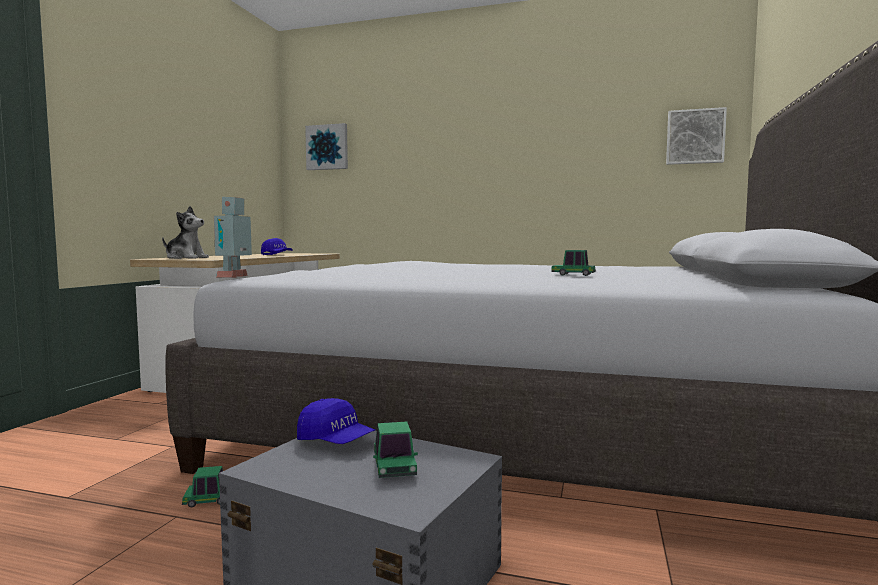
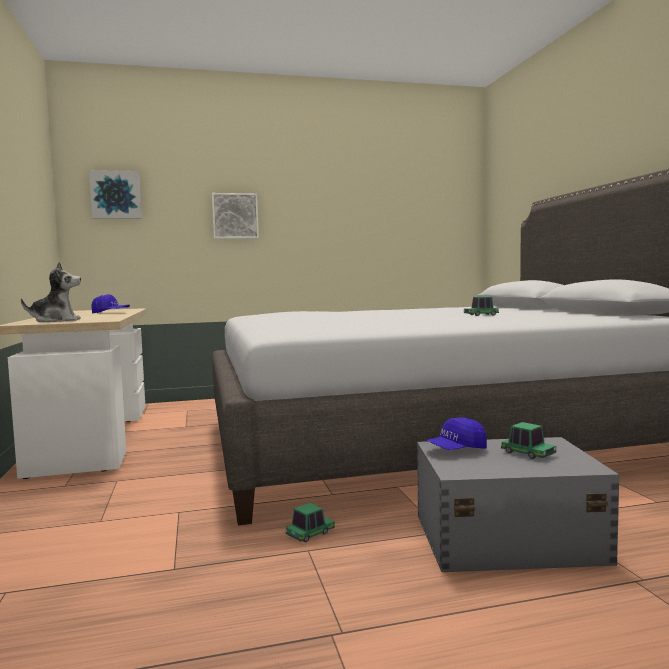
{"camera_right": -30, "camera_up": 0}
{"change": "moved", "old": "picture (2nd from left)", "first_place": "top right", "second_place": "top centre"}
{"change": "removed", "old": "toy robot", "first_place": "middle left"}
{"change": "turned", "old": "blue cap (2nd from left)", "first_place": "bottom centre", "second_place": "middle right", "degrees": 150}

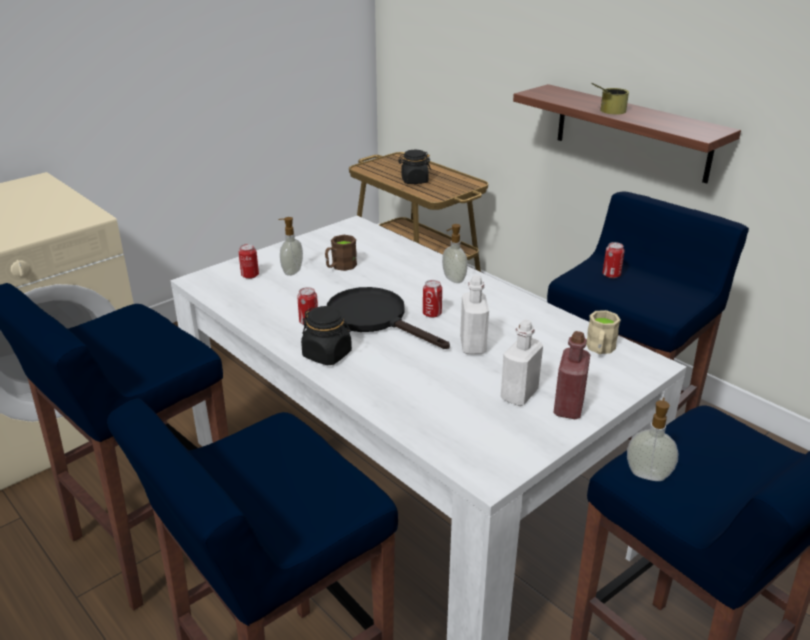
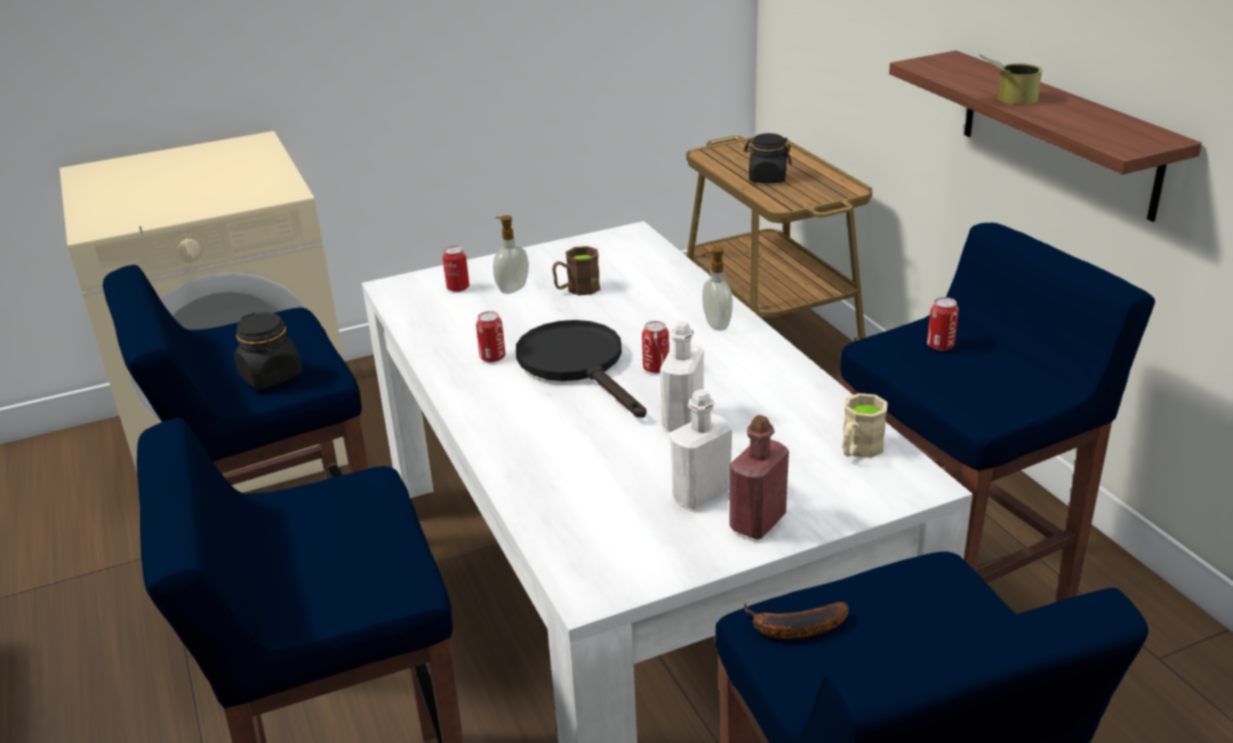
{"camera_right": 20, "camera_up": 0}
{"change": "moved", "old": "black jar (1st from left)", "first_place": "centre", "second_place": "middle left"}
{"change": "replaced", "old": "soap dispenser (3rd from left)", "new": "banana", "first_place": "bottom right", "second_place": "bottom centre"}

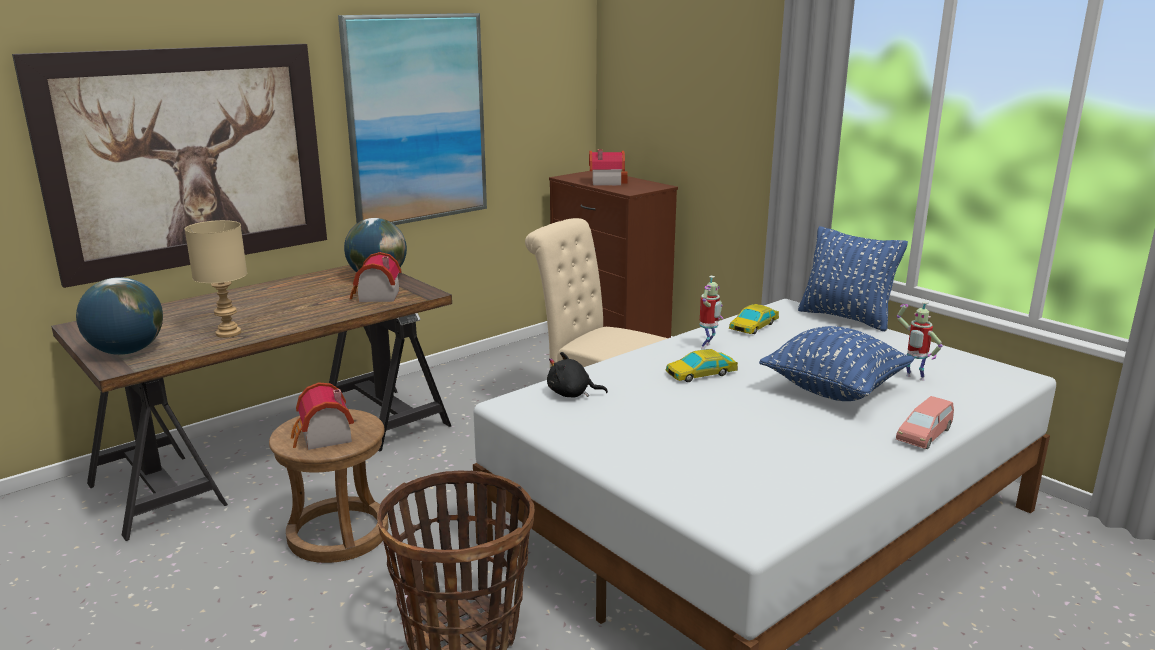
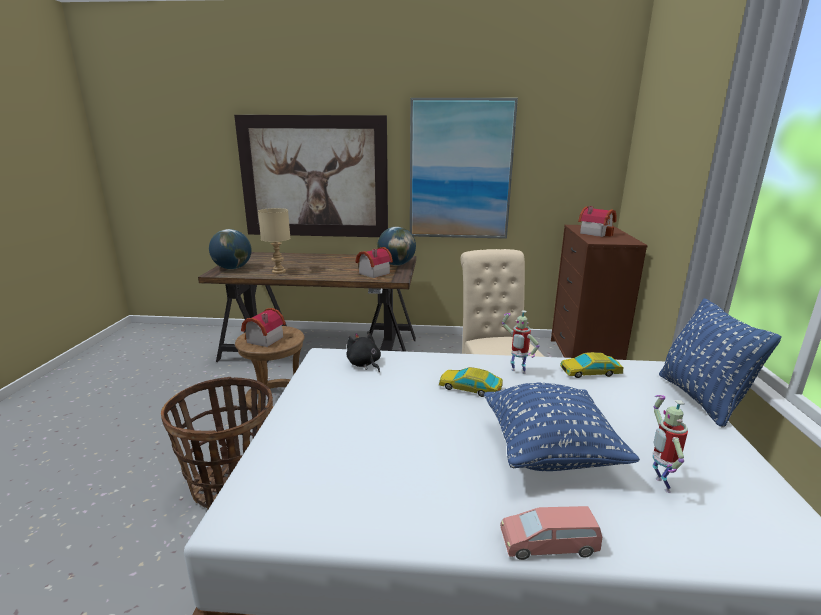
{"camera_right": 45, "camera_up": 0}
{"change": "turned", "old": "toy robot (1st from left)", "first_place": "centre", "second_place": "centre", "degrees": 45}

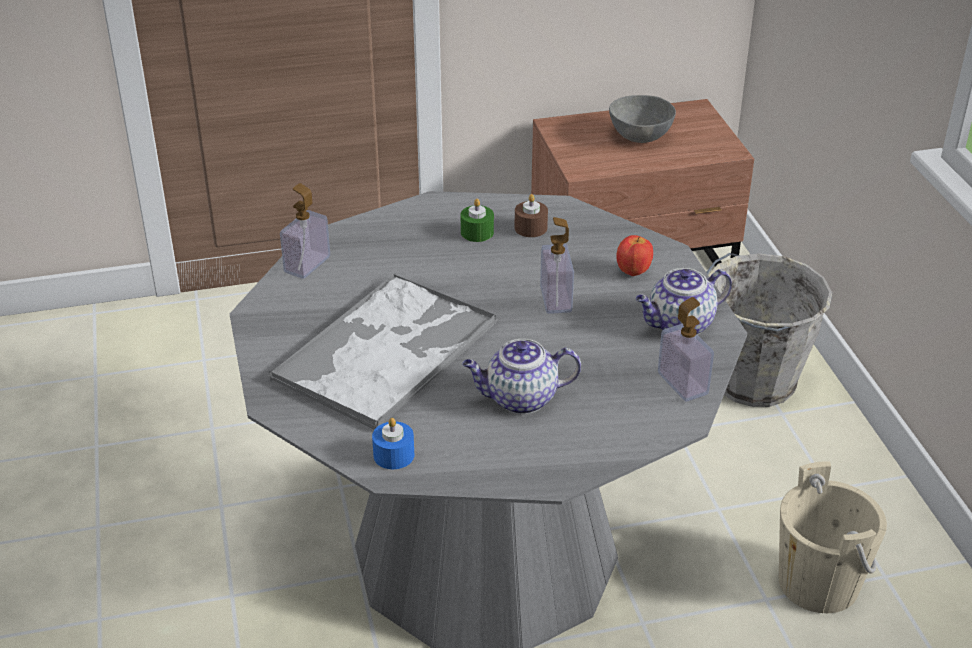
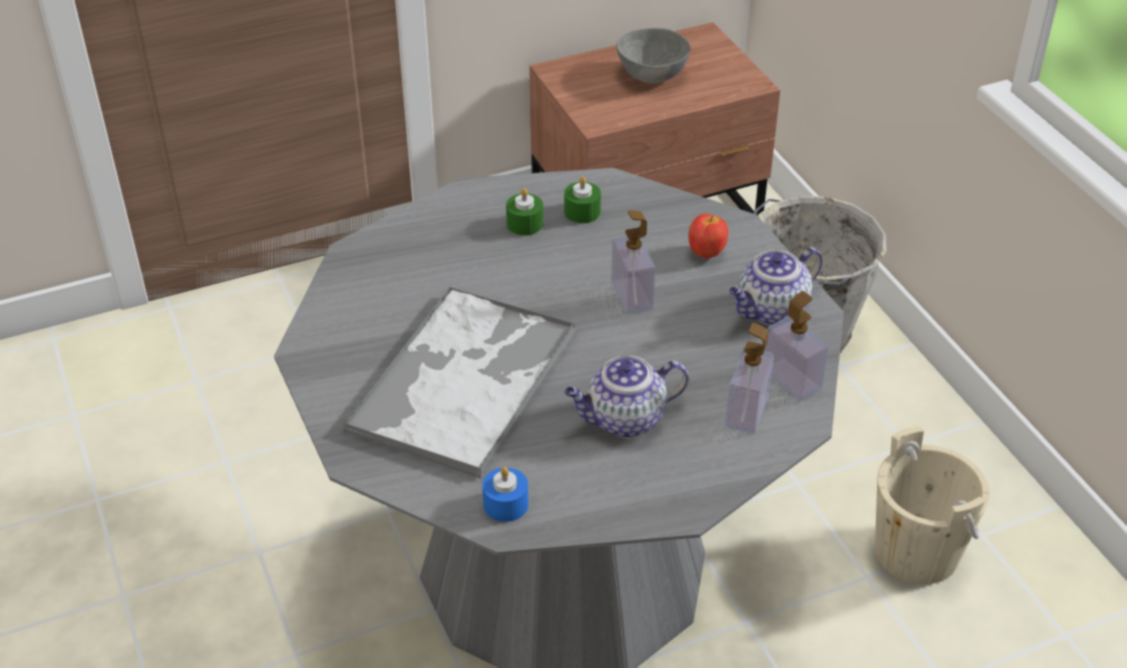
{"camera_right": -10, "camera_up": 5}
{"change": "moved", "old": "soap dispenser (1st from left in the first image)", "new": "soap dispenser (2nd from left)", "first_place": "middle left", "second_place": "centre"}
{"change": "recoloured", "old": "brown candle", "new": "green candle (2nd from left)", "first_place": "top centre", "second_place": "top centre"}

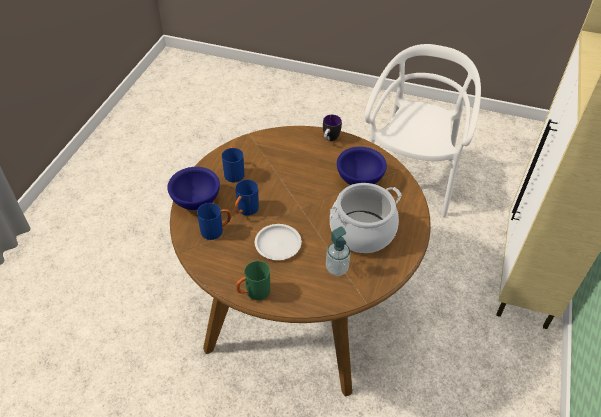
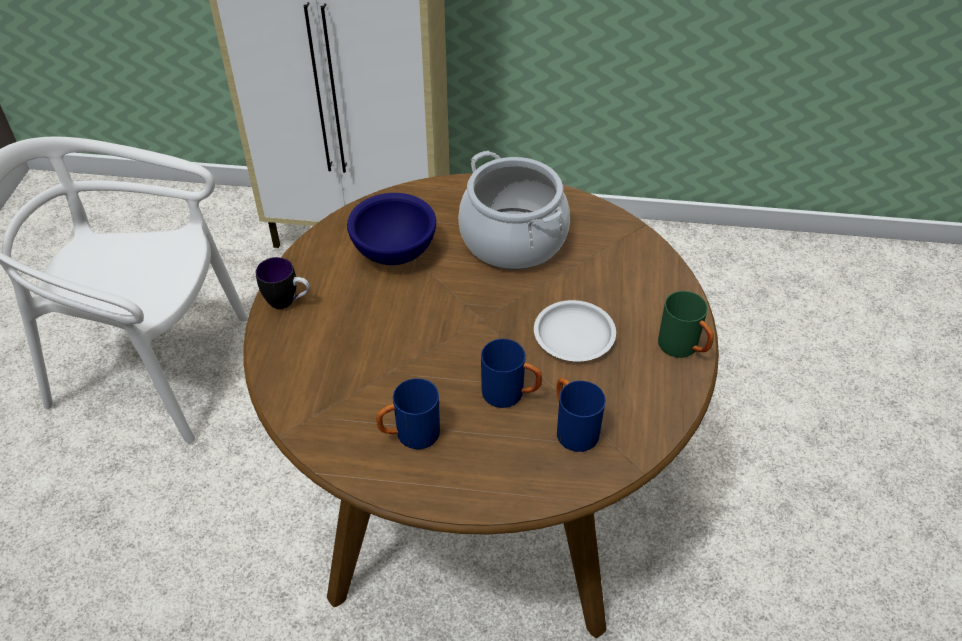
{"camera_right": -100, "camera_up": 0}
{"change": "removed", "old": "blue bowl (1st from left)", "first_place": "middle left"}
{"change": "removed", "old": "soap dispenser", "first_place": "centre"}

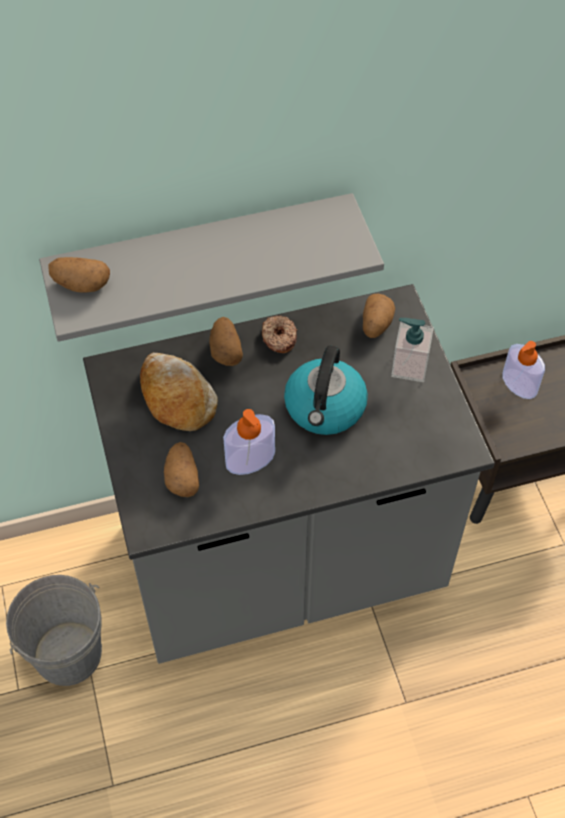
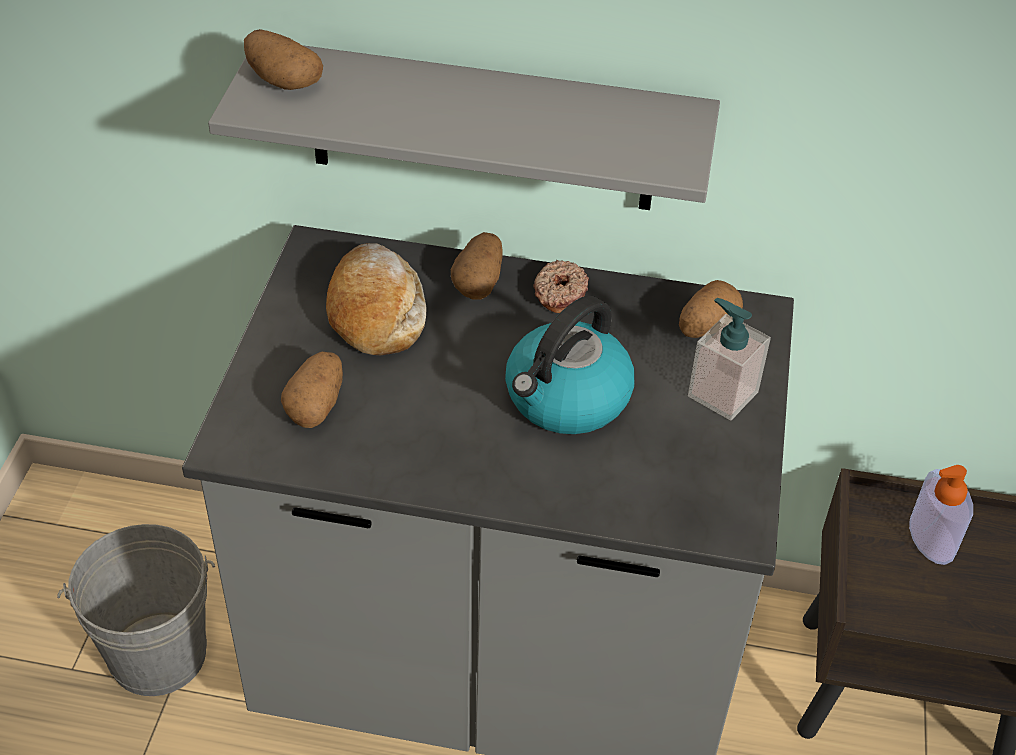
{"camera_right": 25, "camera_up": -10}
{"change": "removed", "old": "soap dispenser (1st from left)", "first_place": "centre"}

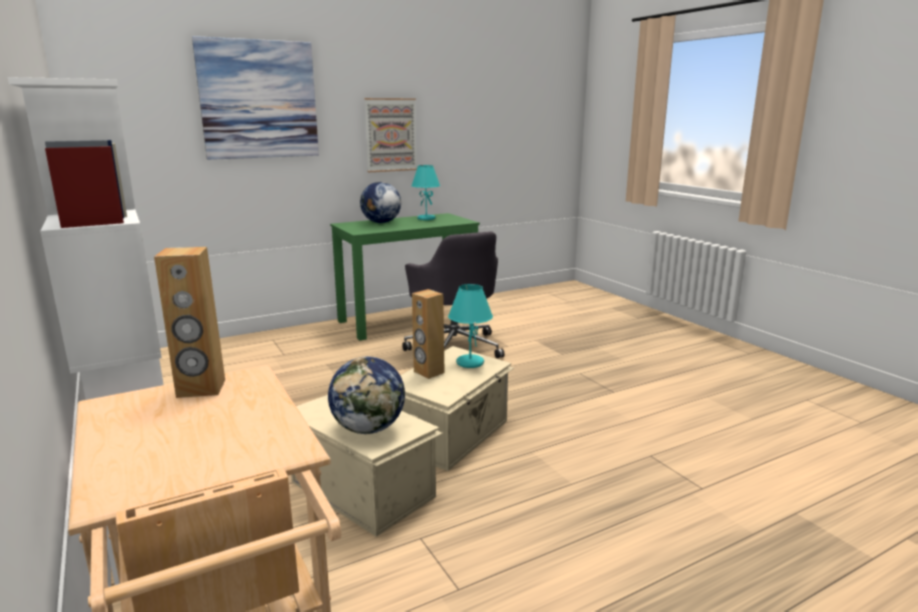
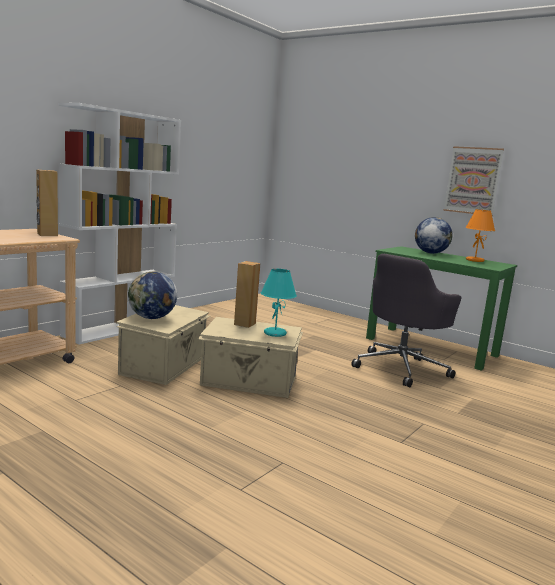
{"camera_right": 65, "camera_up": -5}
{"change": "removed", "old": "picture (1st from left)", "first_place": "top left"}
{"change": "recoloured", "old": "turquoise table lamp (1st from left)", "new": "orange table lamp", "first_place": "top centre", "second_place": "middle right"}

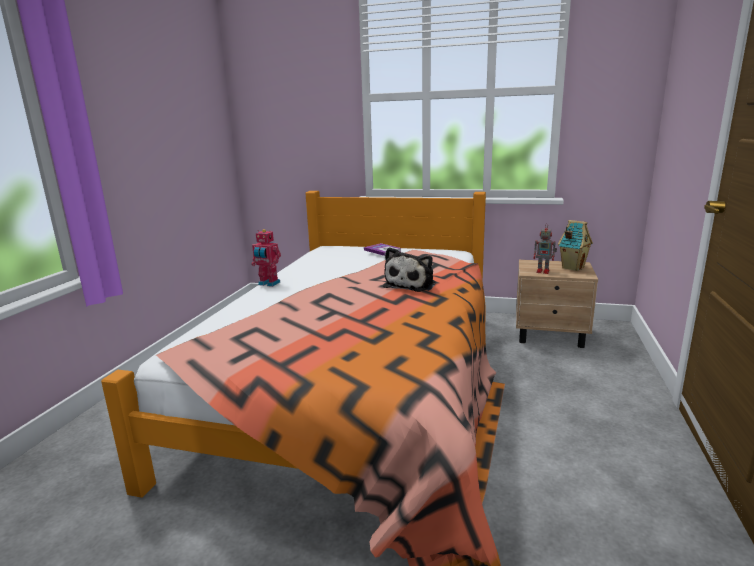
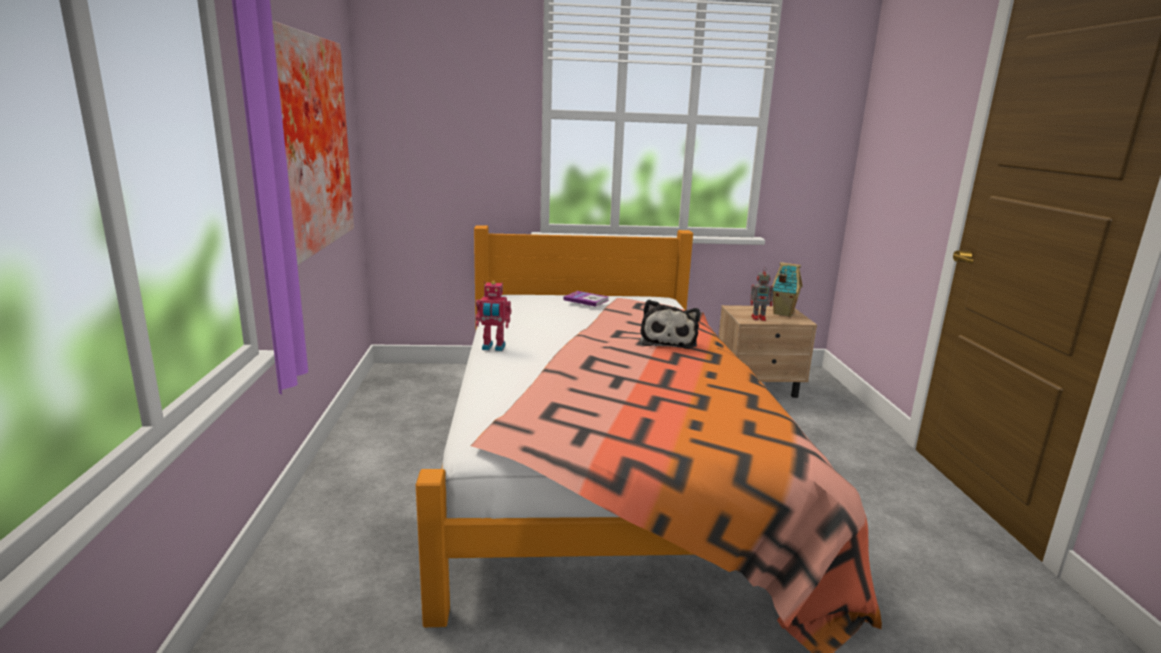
{"camera_right": -20, "camera_up": 0}
{"change": "added", "new": "picture", "second_place": "top left"}

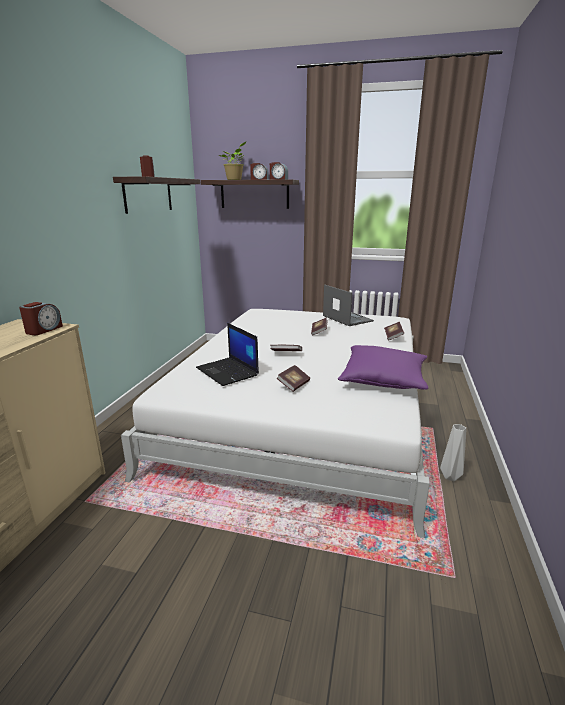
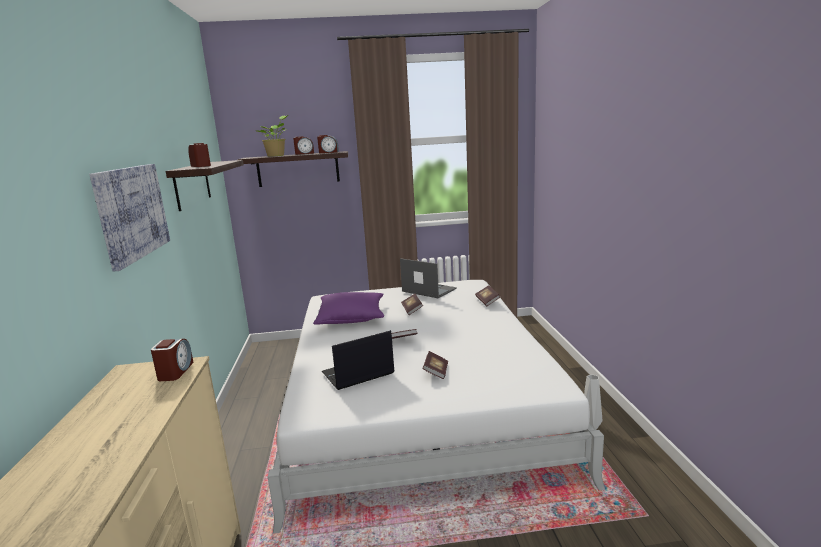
{"camera_right": -20, "camera_up": -5}
{"change": "turned", "old": "laptop (1st from left)", "first_place": "centre", "second_place": "centre", "degrees": 120}
{"change": "moved", "old": "purple pillow", "first_place": "middle right", "second_place": "centre"}
{"change": "added", "new": "picture", "second_place": "middle left"}

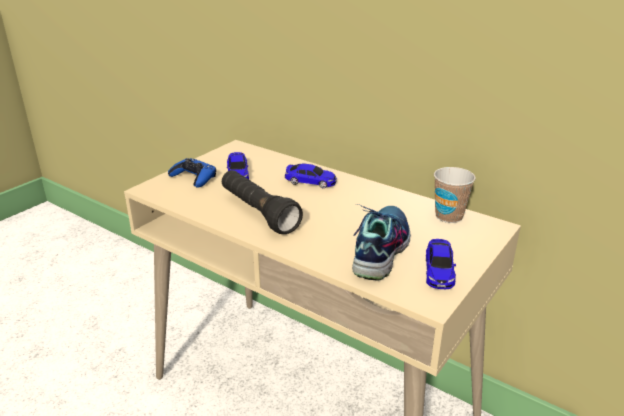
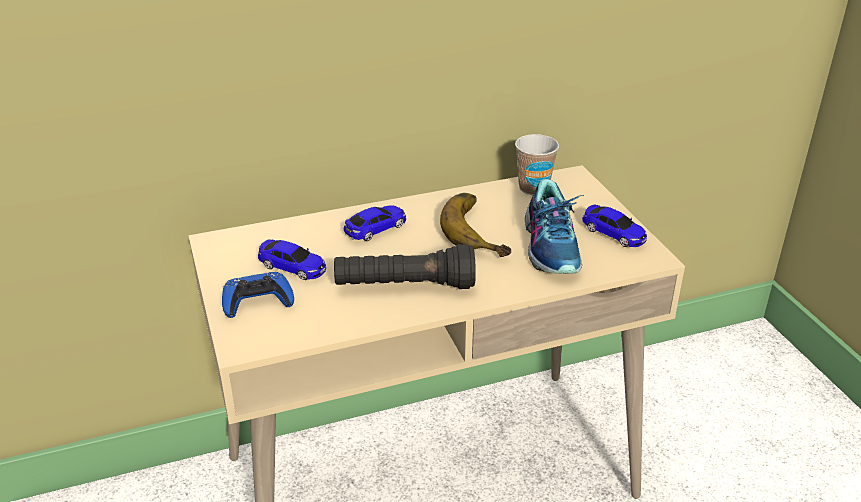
{"camera_right": -55, "camera_up": 5}
{"change": "turned", "old": "shoe", "first_place": "centre", "second_place": "centre", "degrees": -150}
{"change": "added", "new": "banana", "second_place": "centre"}

